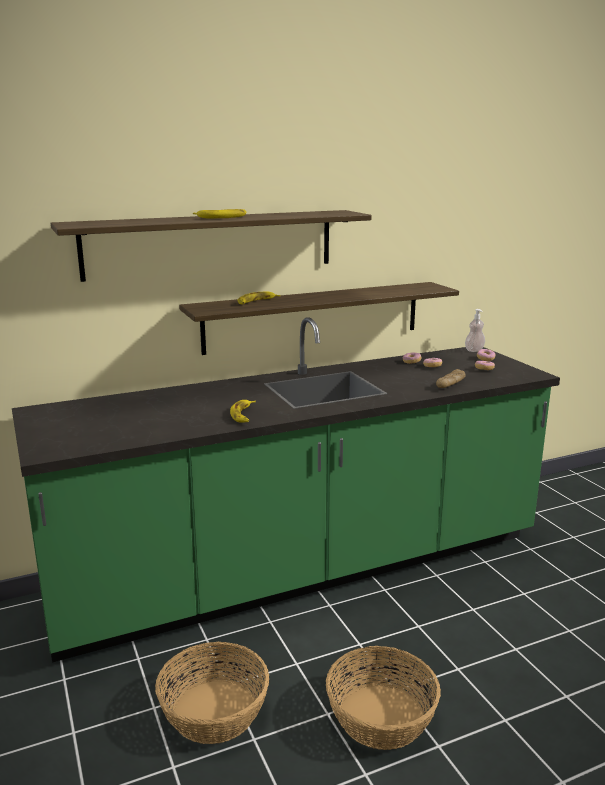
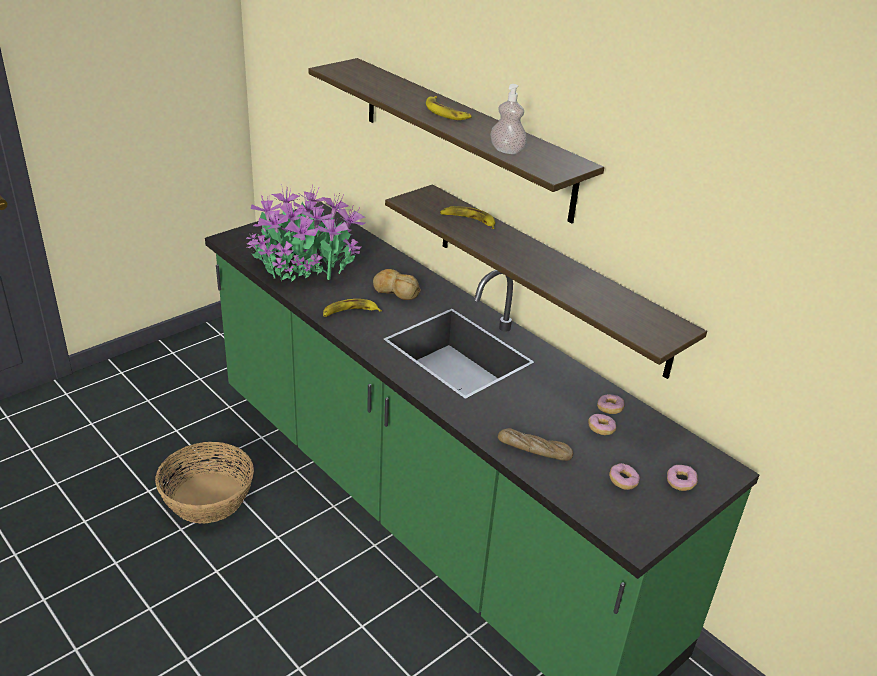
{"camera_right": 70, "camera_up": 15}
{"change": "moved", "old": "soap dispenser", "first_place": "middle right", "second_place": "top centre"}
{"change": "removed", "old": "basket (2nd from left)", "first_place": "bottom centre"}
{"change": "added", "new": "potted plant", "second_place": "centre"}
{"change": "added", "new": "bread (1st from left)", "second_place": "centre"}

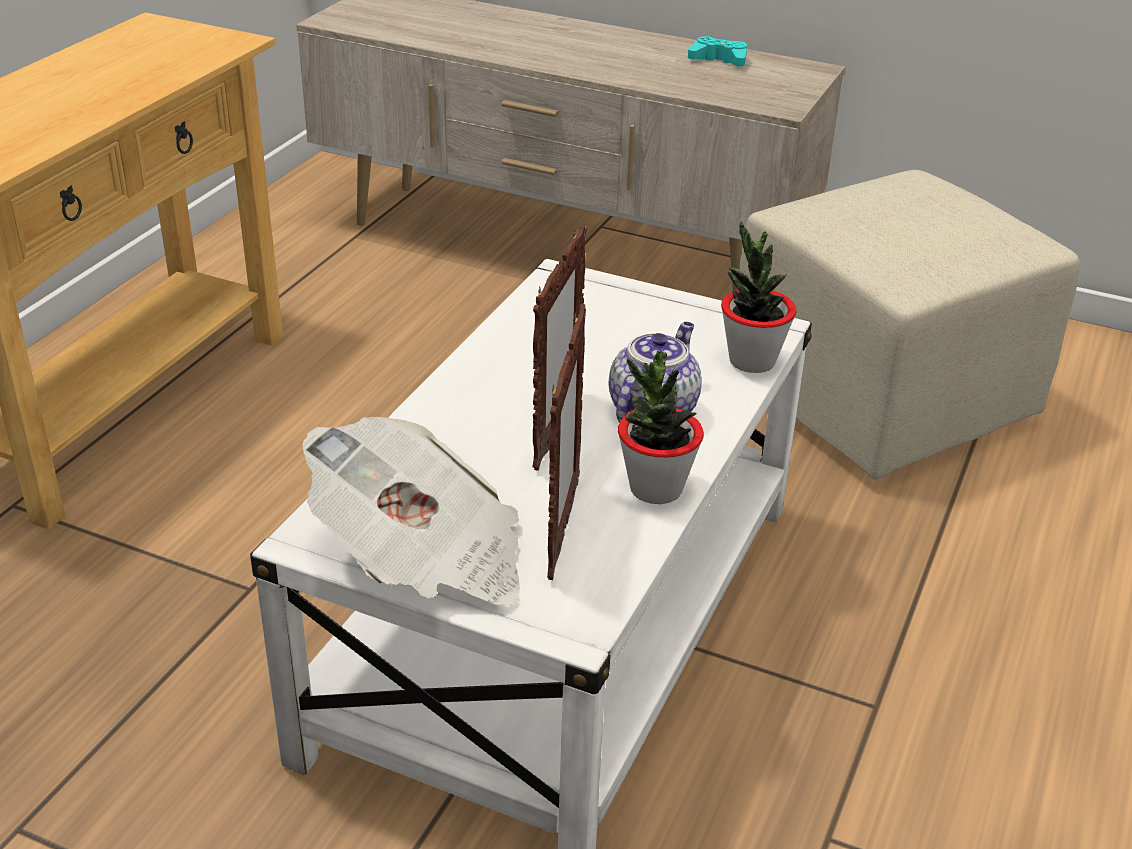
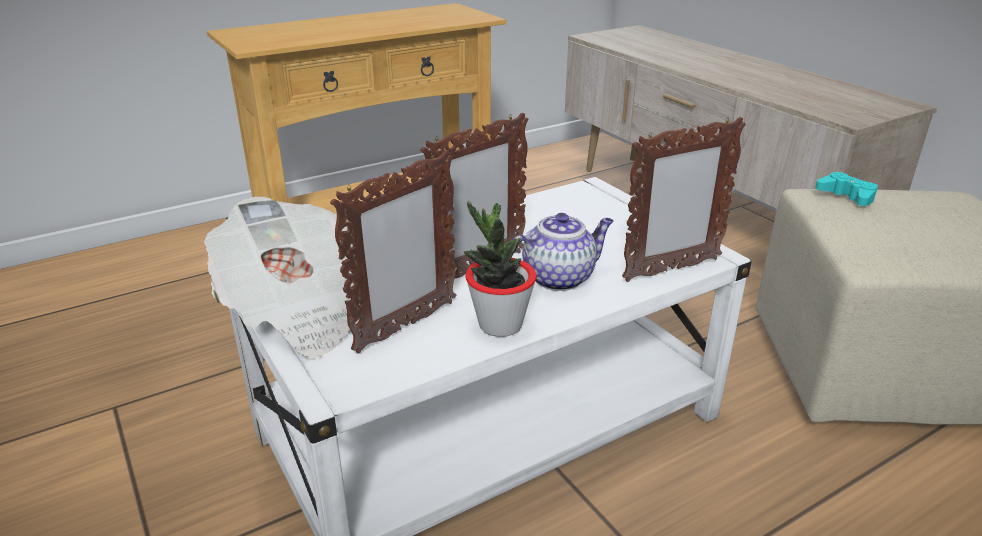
{"camera_right": 35, "camera_up": -5}
{"change": "moved", "old": "turquoise game controller", "first_place": "top centre", "second_place": "middle right"}
{"change": "replaced", "old": "potted plant (2nd from left)", "new": "picture frame (3rd from left)", "first_place": "middle right", "second_place": "middle right"}

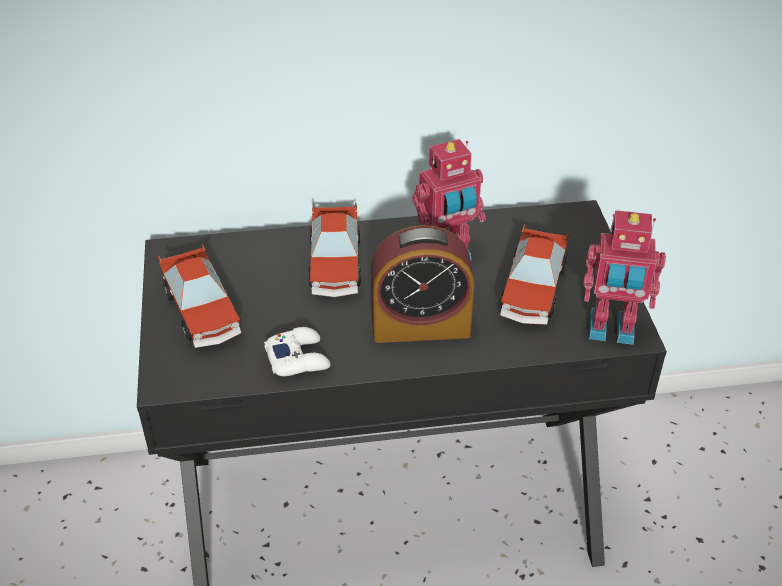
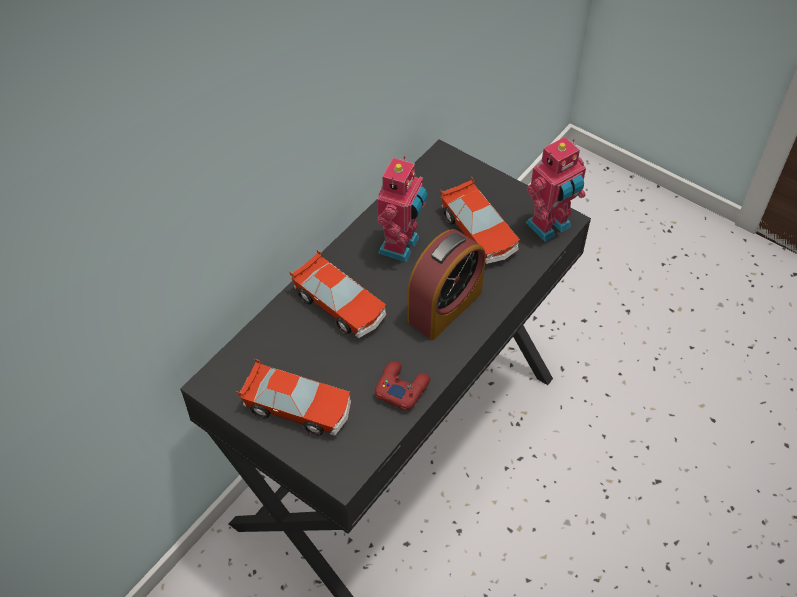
{"camera_right": -45, "camera_up": 10}
{"change": "recoloured", "old": "white game controller", "new": "red game controller", "first_place": "centre", "second_place": "centre"}

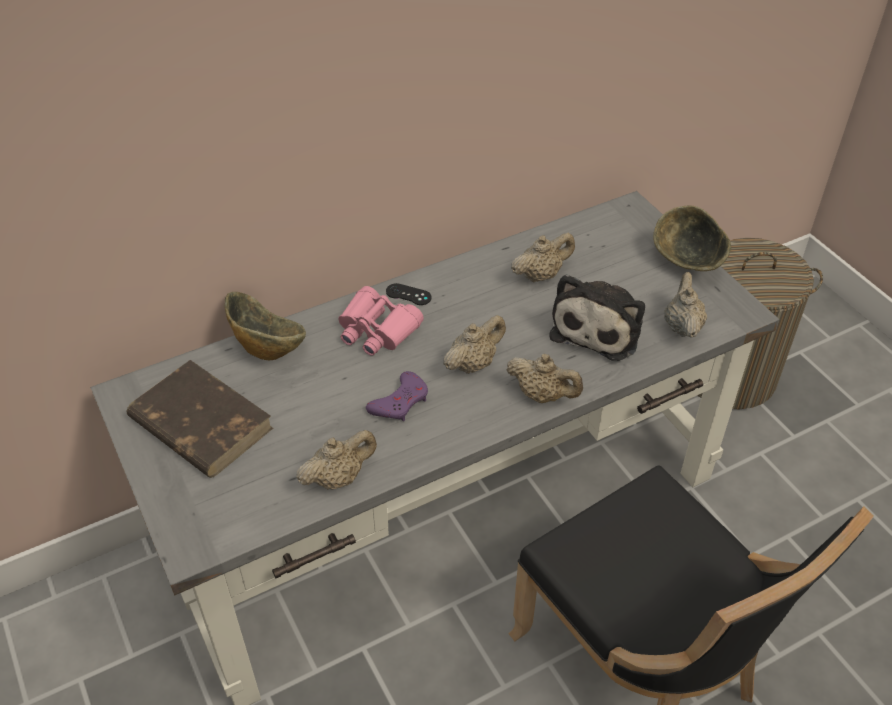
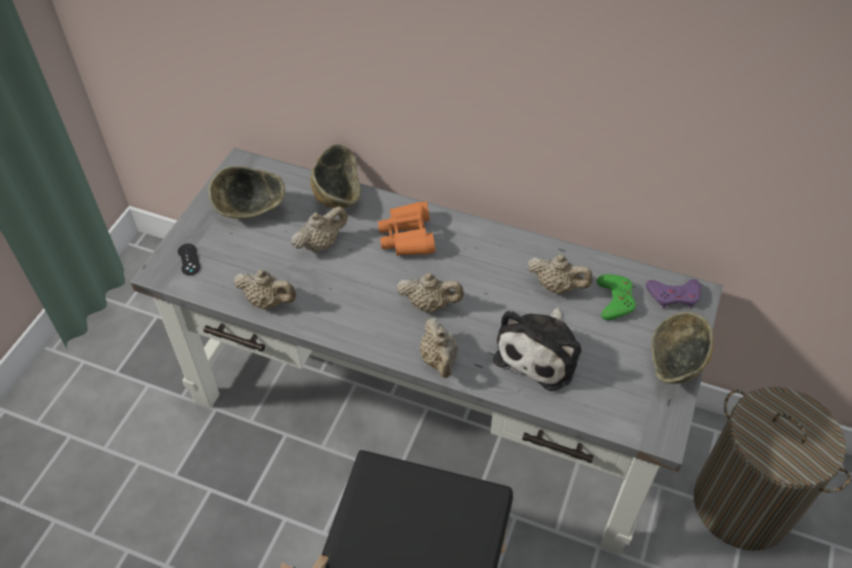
{"camera_right": 50, "camera_up": 5}
{"change": "moved", "old": "beige teapot (5th from left in the first image)", "new": "beige teapot (2nd from left)", "first_place": "middle right", "second_place": "centre"}
{"change": "turned", "old": "plush toy", "first_place": "middle right", "second_place": "centre", "degrees": -45}
{"change": "moved", "old": "black game controller", "first_place": "centre", "second_place": "middle left"}
{"change": "recoloured", "old": "pink binoculars", "new": "orange binoculars", "first_place": "centre", "second_place": "centre"}
{"change": "replaced", "old": "brown book", "new": "bowl (1st from left)", "first_place": "middle left", "second_place": "middle left"}
{"change": "moved", "old": "purple game controller", "first_place": "centre", "second_place": "middle right"}
{"change": "added", "new": "green game controller", "second_place": "middle right"}

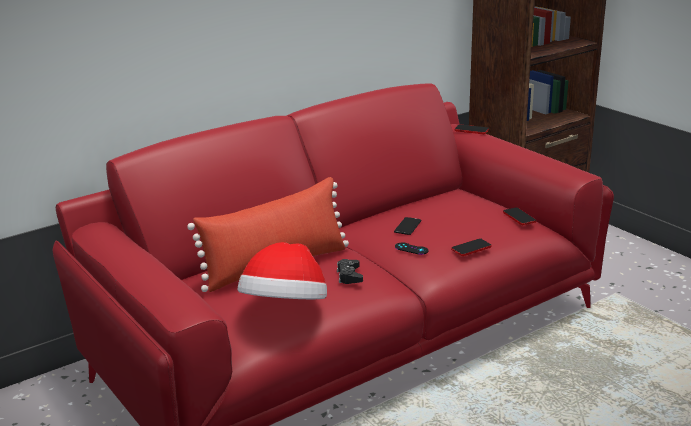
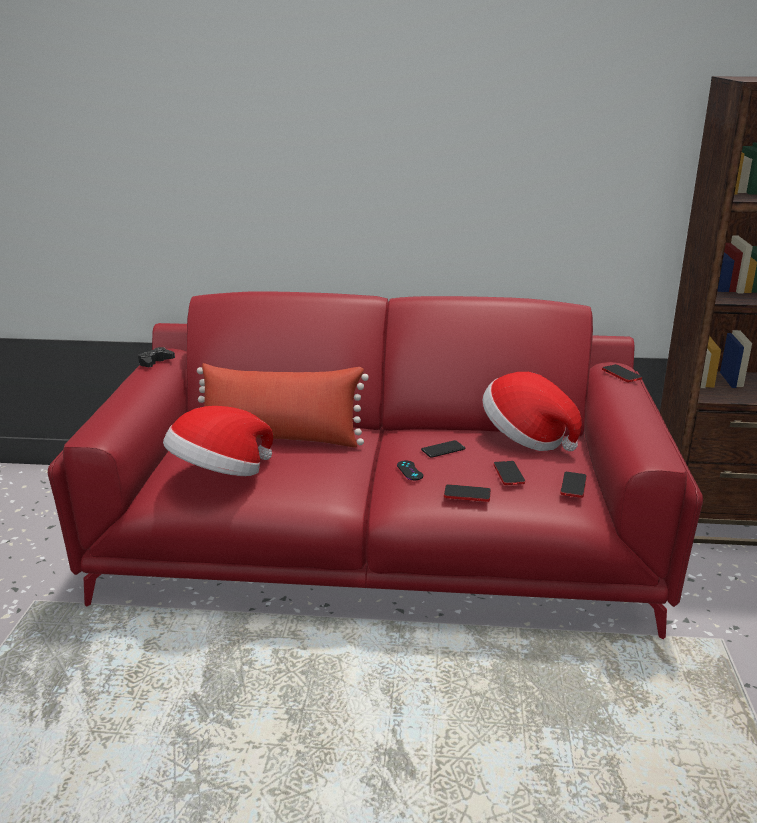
{"camera_right": 40, "camera_up": 0}
{"change": "moved", "old": "black game controller (1st from left)", "first_place": "centre", "second_place": "middle left"}
{"change": "added", "new": "hat (2nd from left)", "second_place": "middle right"}
{"change": "added", "new": "phone (3rd from left)", "second_place": "middle right"}

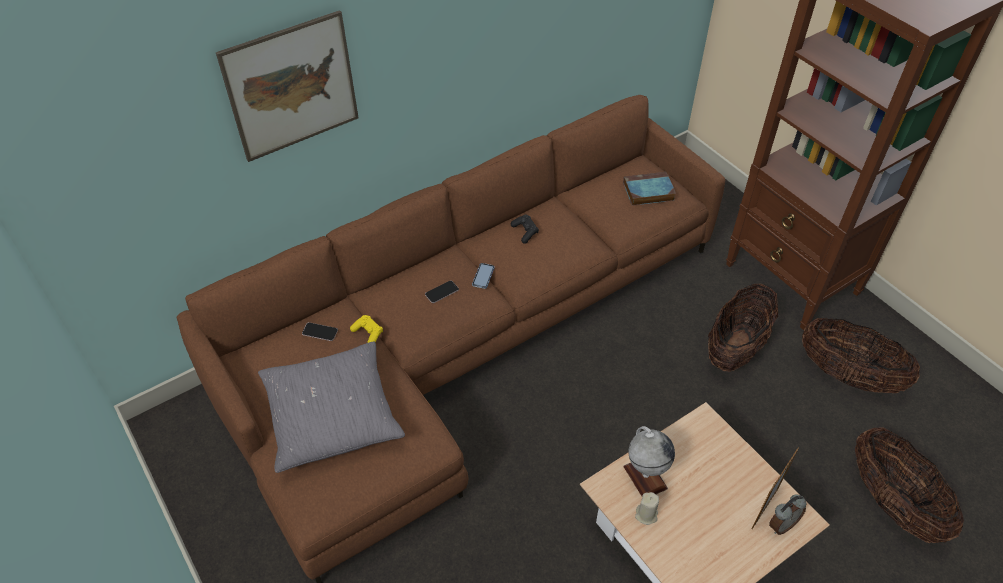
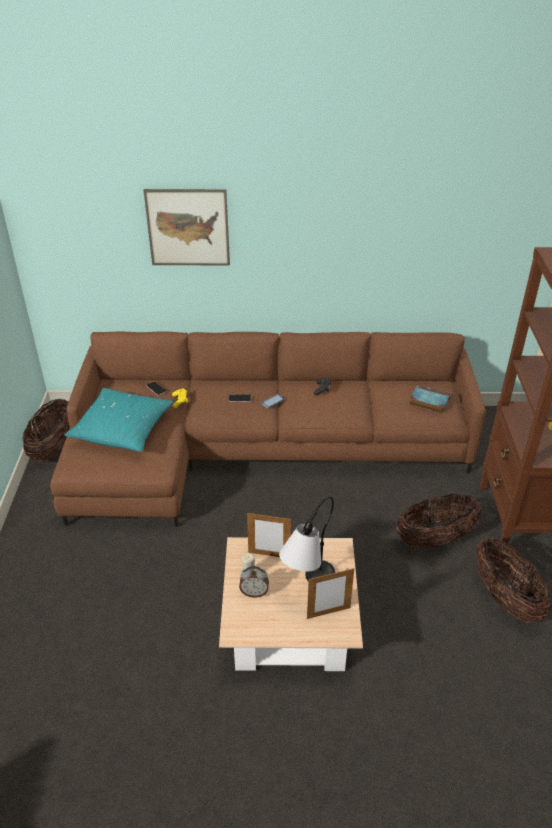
{"camera_right": 35, "camera_up": -10}
{"change": "recoloured", "old": "grey pillow", "new": "turquoise pillow", "first_place": "bottom left", "second_place": "middle left"}
{"change": "replaced", "old": "globe", "new": "picture frame (1st from left)", "first_place": "bottom centre", "second_place": "centre"}
{"change": "moved", "old": "basket (3rd from left in the first image)", "new": "basket (1st from left)", "first_place": "bottom right", "second_place": "middle left"}
{"change": "moved", "old": "alarm clock", "first_place": "bottom right", "second_place": "bottom centre"}
{"change": "added", "new": "table lamp", "second_place": "centre"}

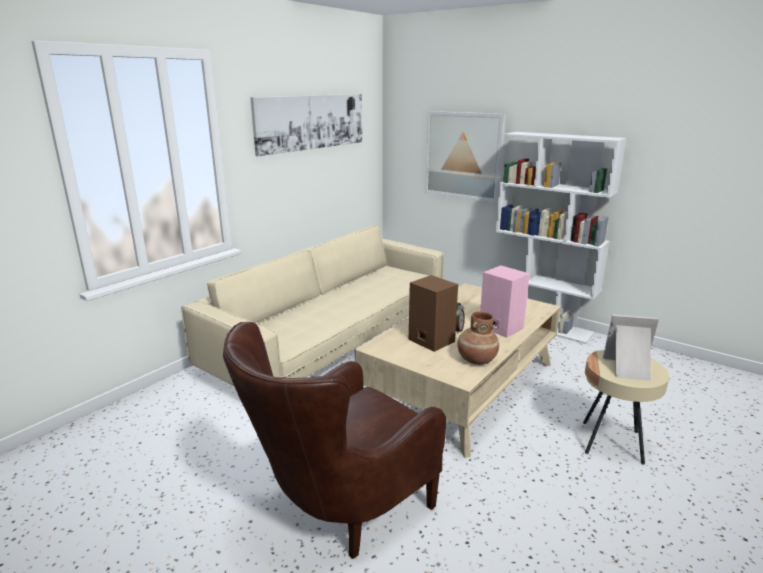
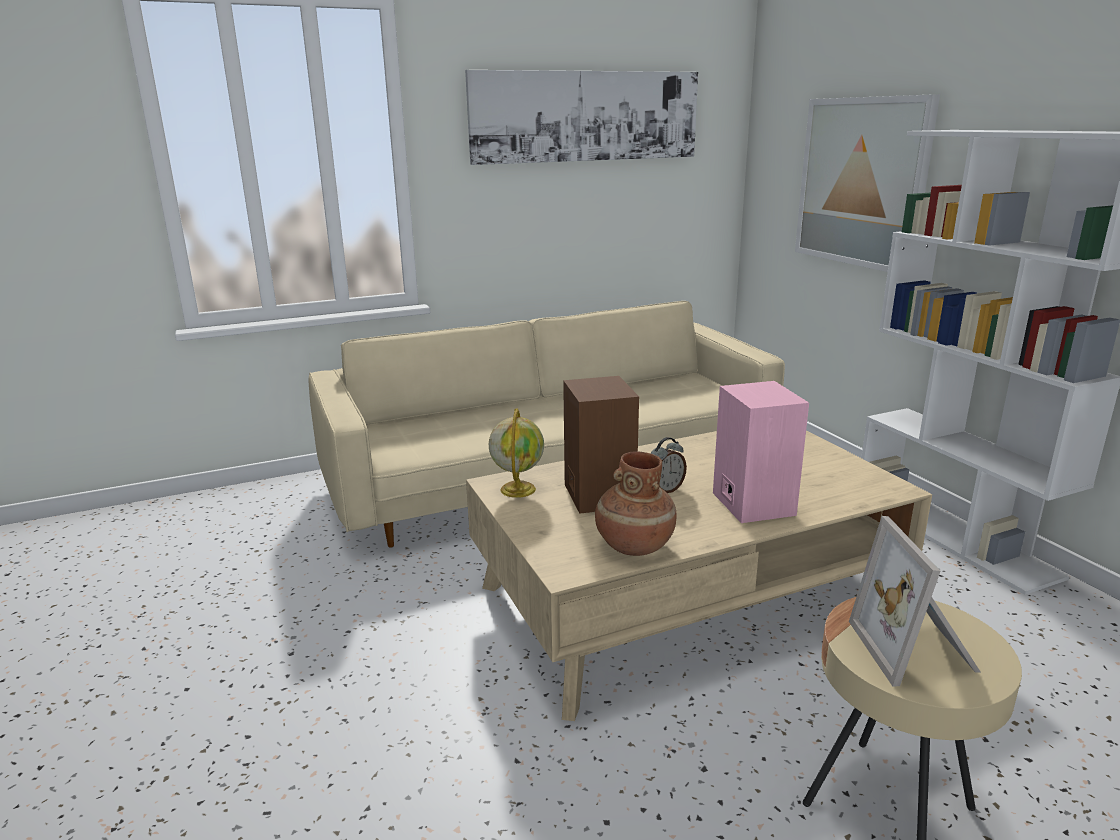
{"camera_right": 30, "camera_up": 0}
{"change": "turned", "old": "picture frame", "first_place": "middle right", "second_place": "bottom right", "degrees": -135}
{"change": "removed", "old": "brown armchair", "first_place": "bottom centre"}
{"change": "added", "new": "globe", "second_place": "centre"}

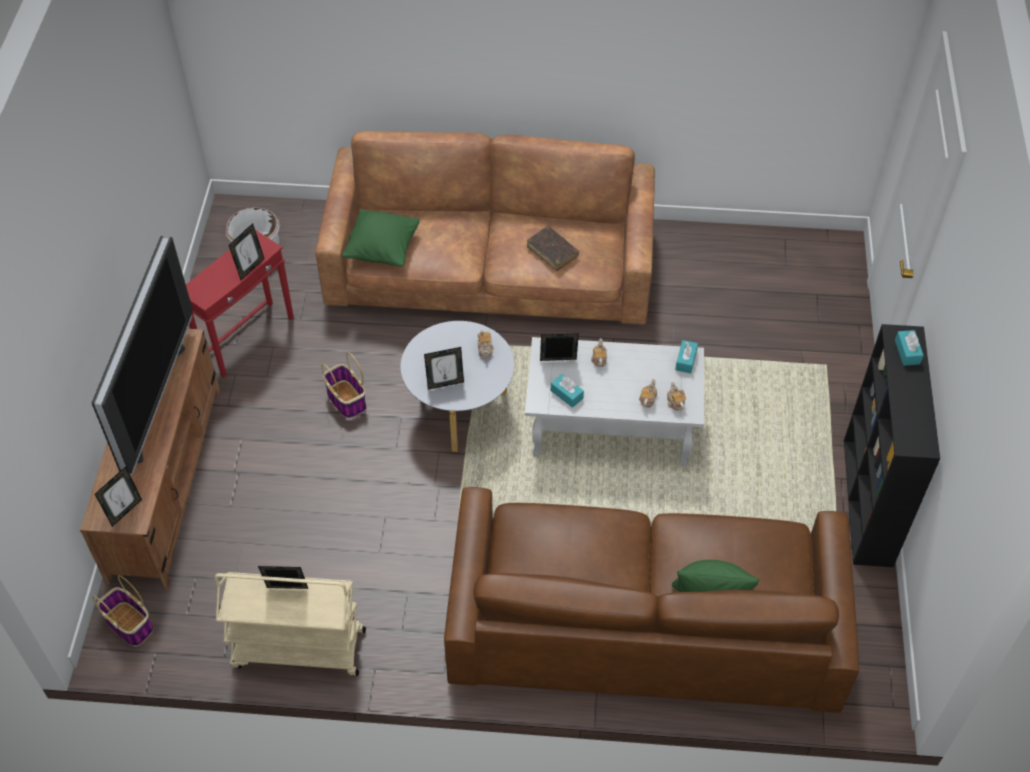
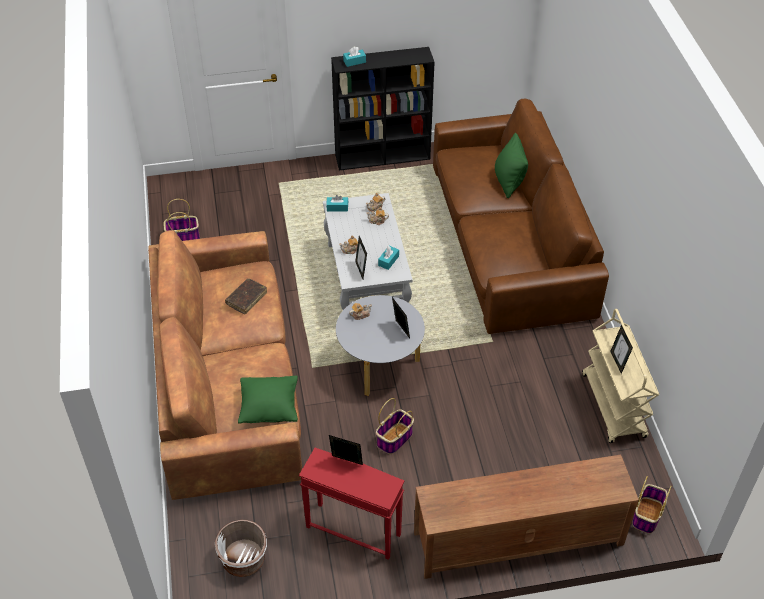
{"camera_right": -105, "camera_up": -5}
{"change": "removed", "old": "television", "first_place": "middle left"}
{"change": "removed", "old": "picture frame (1st from left)", "first_place": "middle left"}
{"change": "added", "new": "basket (1st from left)", "second_place": "middle left"}

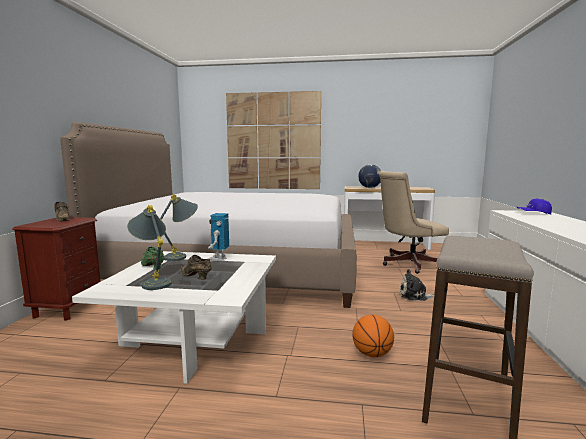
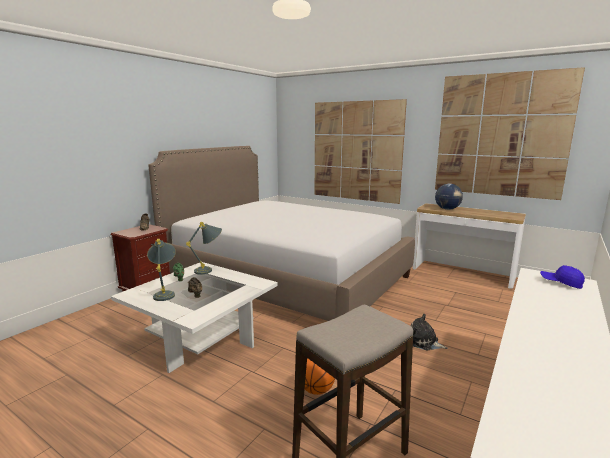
{"camera_right": 25, "camera_up": 5}
{"change": "removed", "old": "beige office chair", "first_place": "middle right"}
{"change": "removed", "old": "toy robot", "first_place": "centre"}
{"change": "added", "new": "picture (2nd from left)", "second_place": "top right"}

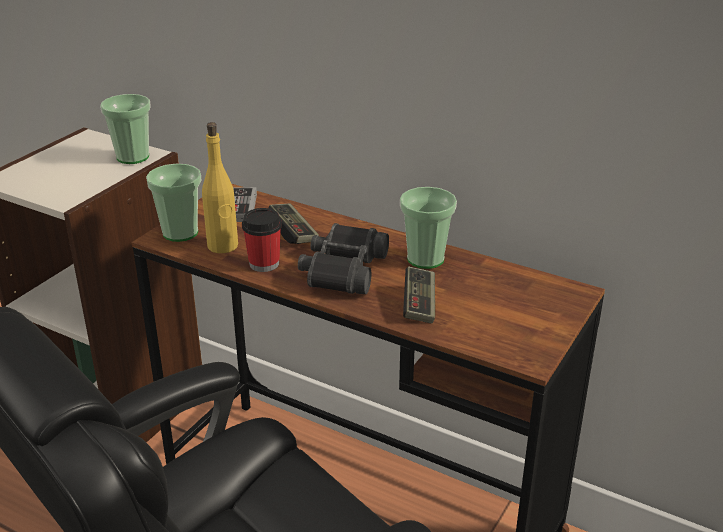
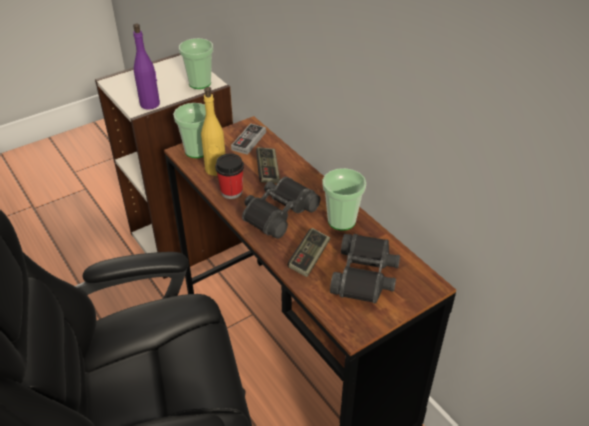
{"camera_right": 25, "camera_up": 10}
{"change": "added", "new": "purple bottle", "second_place": "top left"}
{"change": "added", "new": "black binoculars (2nd from left)", "second_place": "centre"}

